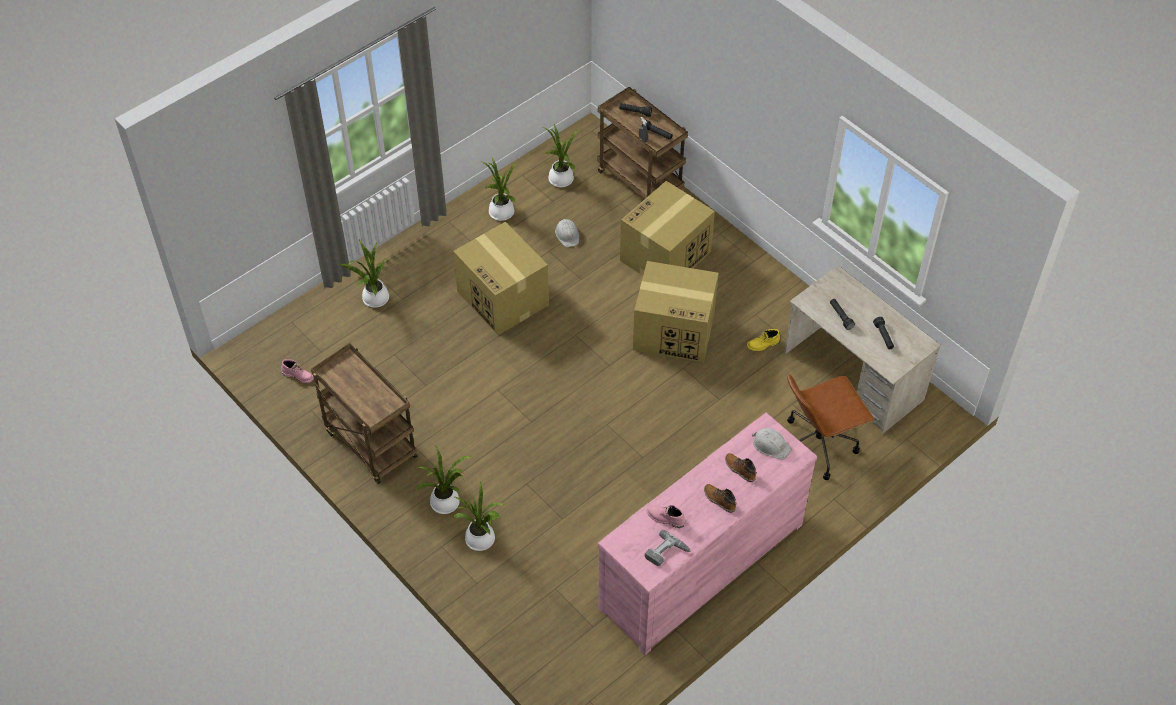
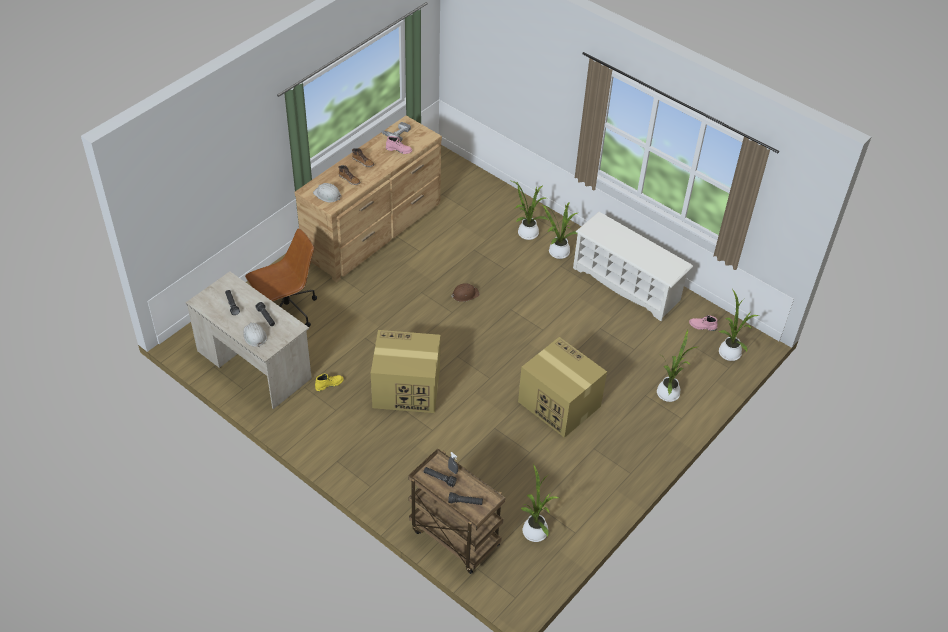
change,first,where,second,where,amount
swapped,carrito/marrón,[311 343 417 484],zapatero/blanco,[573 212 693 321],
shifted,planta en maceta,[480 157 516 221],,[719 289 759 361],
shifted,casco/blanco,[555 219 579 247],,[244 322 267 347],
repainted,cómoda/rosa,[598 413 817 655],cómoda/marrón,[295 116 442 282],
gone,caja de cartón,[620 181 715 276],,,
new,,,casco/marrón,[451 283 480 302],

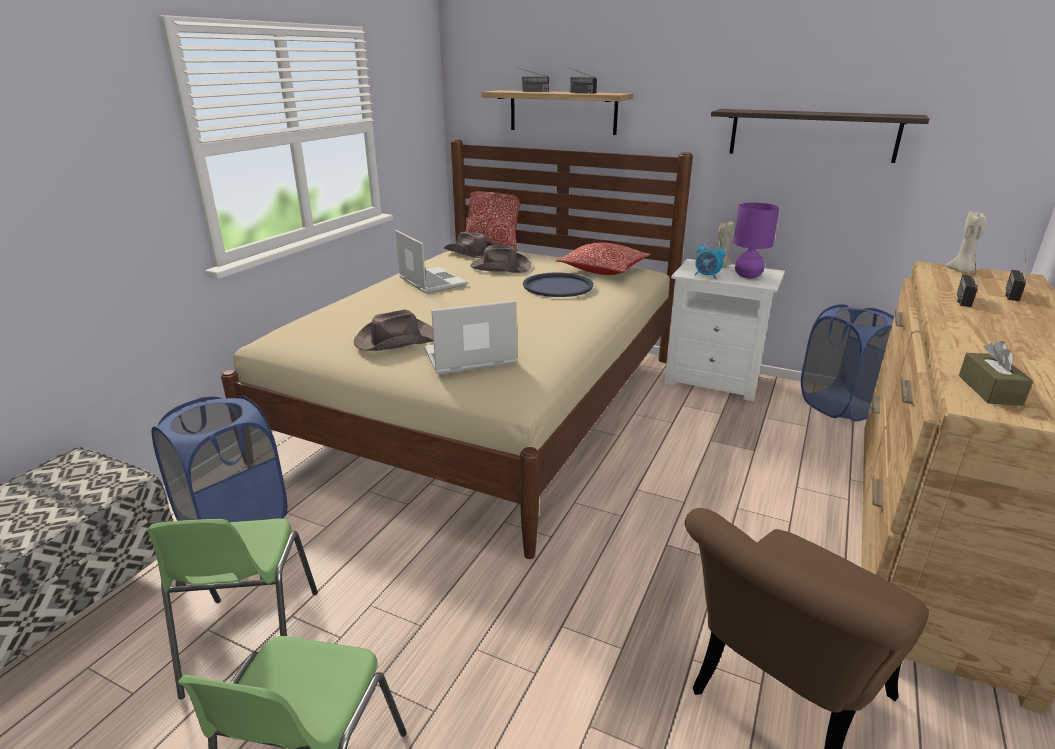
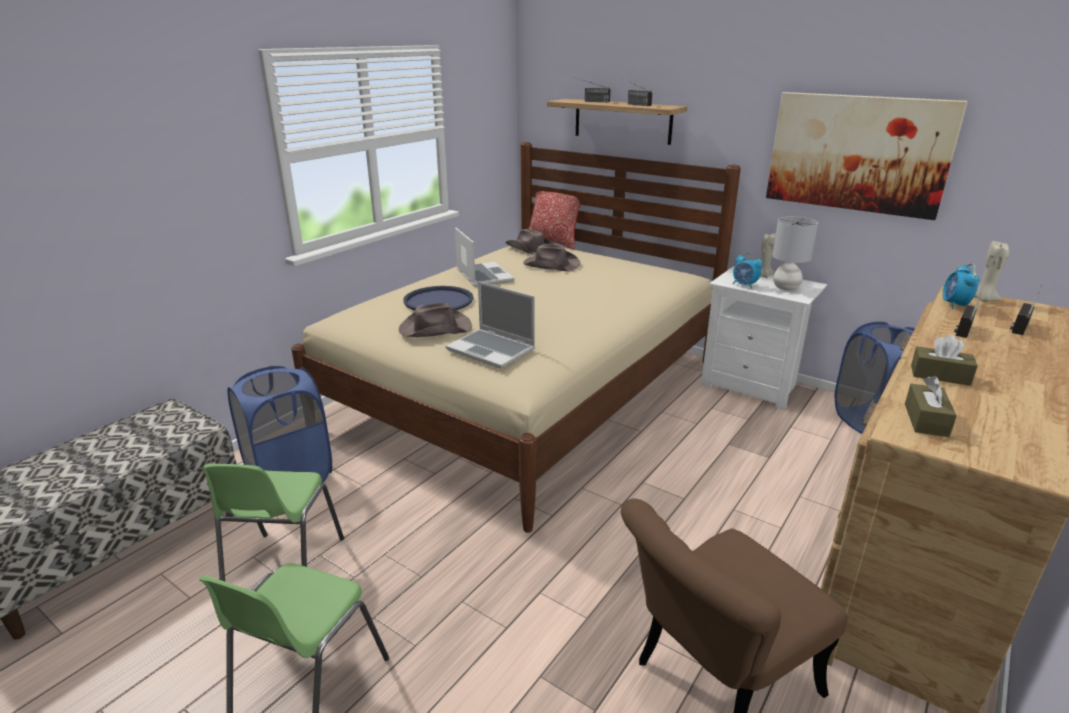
change,first,where,second,where,amount
rotated,portátil,[424 301 517 375],,[446 281 535 369],135 degrees counterclockwise
shifted,bandeja/azul,[523 273 593 297],,[403 286 473 311],
gone,cojín,[556 243 651 275],,,
swapped,estante,[711 109 929 163],cuadro,[766 92 968 220],
repainted,lámpara de mesa/morado,[734 203 780 278],lámpara de mesa/gris,[772 217 818 290],
new,,,caja de pañuelos/marrón,[911 335 978 386],
new,,,despertador,[942 263 979 309],

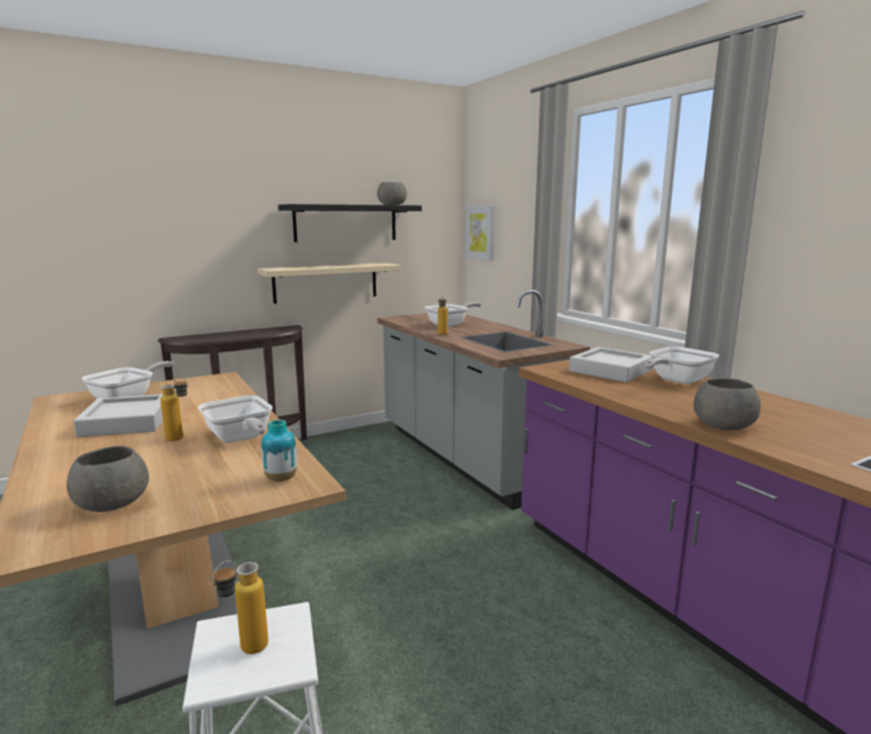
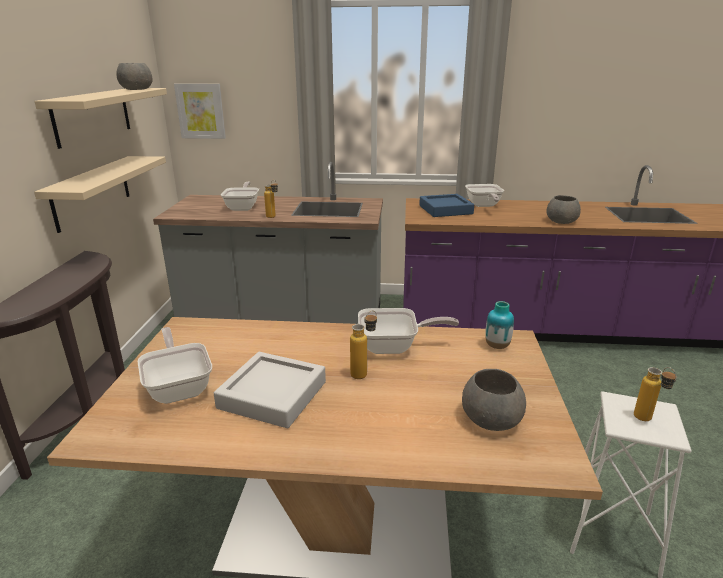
change,first,where,second,where,amount
repainted,estante/negro,[278 204 422 242],estante/beis,[35 88 167 149],
repainted,bandeja/gris,[569 347 653 382],bandeja/azul,[419 194 474 217],

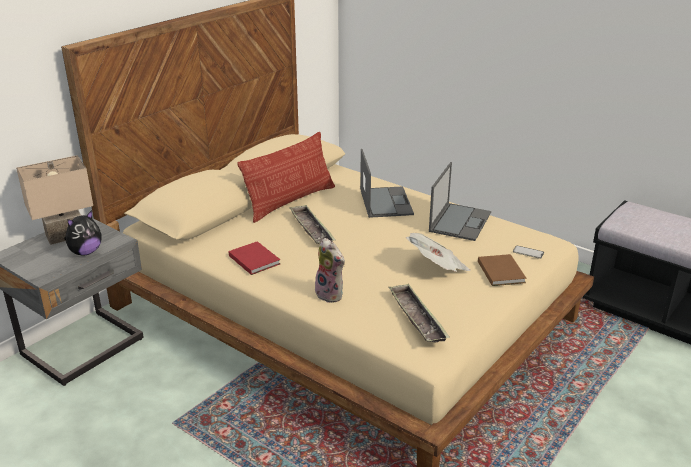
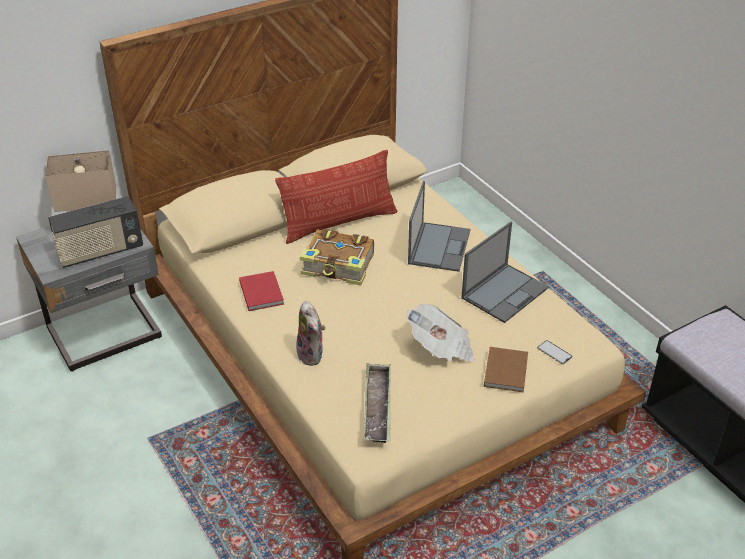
change,first,where,second,where,amount
swapped,peluche,[64 210 102 256],radio,[48 196 143 268],
swapped,bandeja,[290 205 336 244],libro,[300 229 374 285],

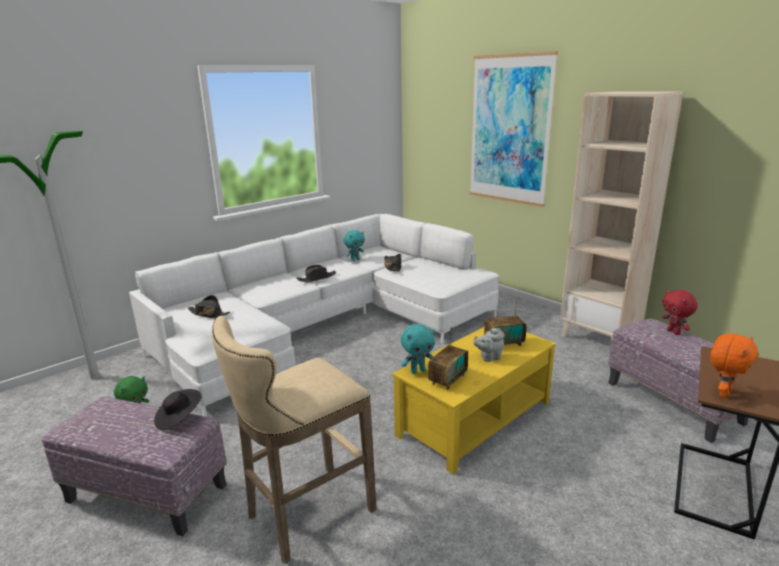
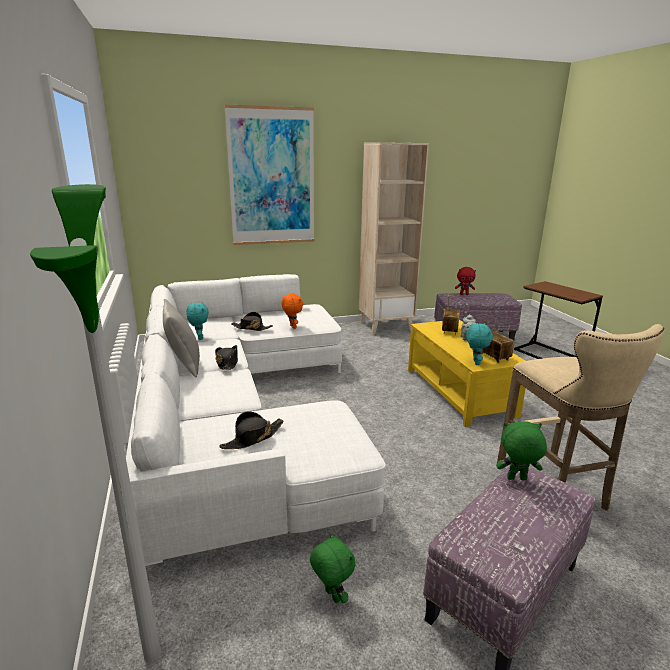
change,first,where,second,where,amount
swapped,sombrero/negro,[154 389 202 430],peluche/verde,[496 421 547 480],
shifted,peluche/naranja,[710 333 758 398],,[281 293 303 329],
new,,,cojín/gris,[163 299 200 377],

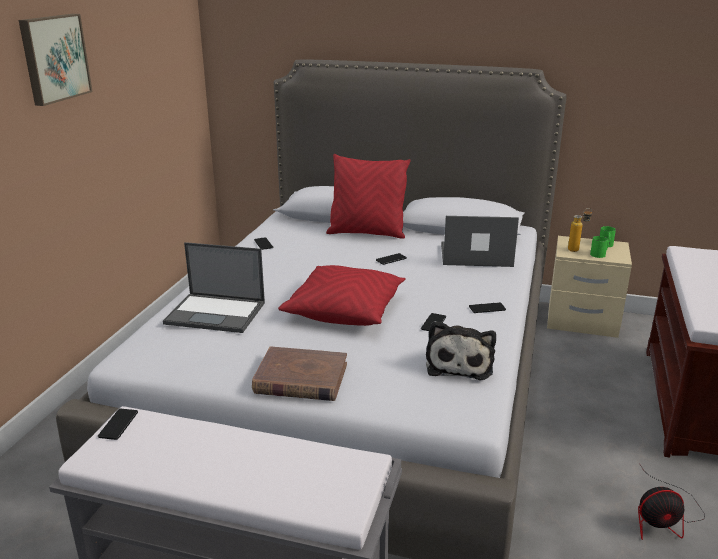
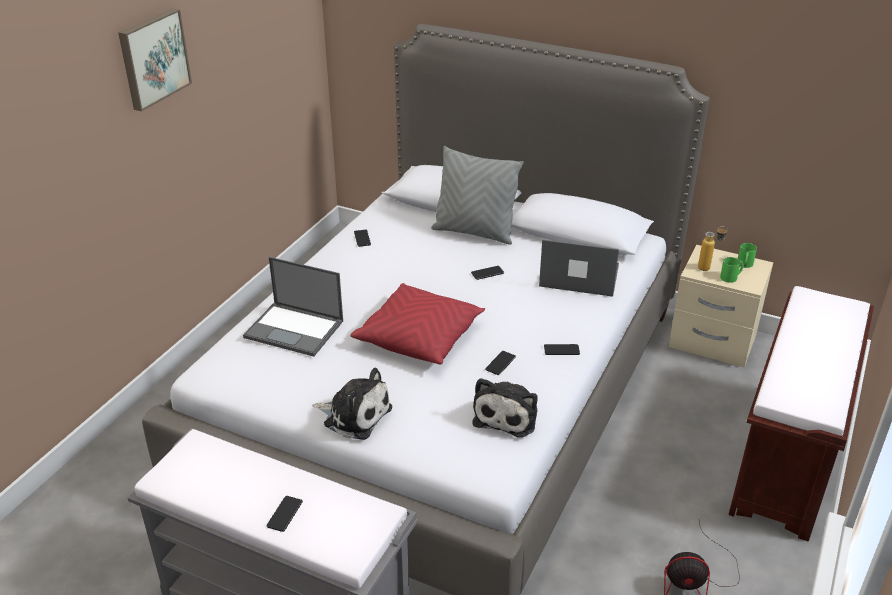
change,first,where,second,where,amount
shifted,móvil,[98 409 138 440],,[266 496 303 532],
swapped,libro/marrón,[252 347 347 401],peluche,[312 368 392 440],
repainted,cojín/rojo,[326 154 411 239],cojín/gris,[431 146 524 245],

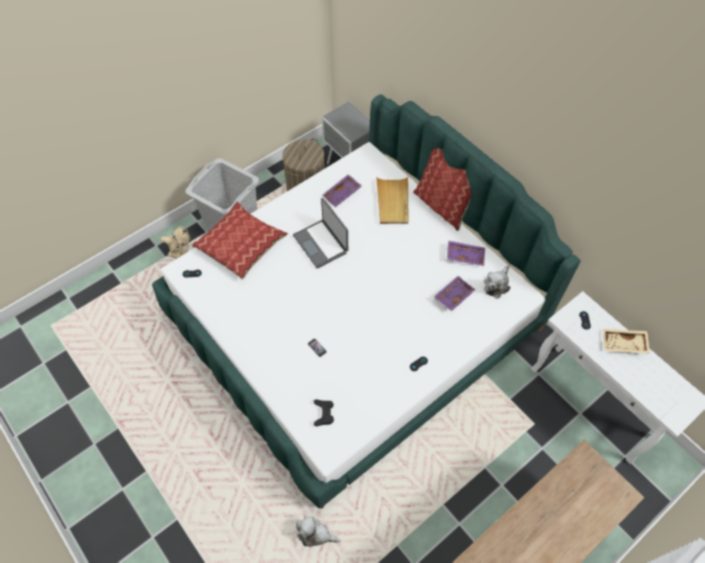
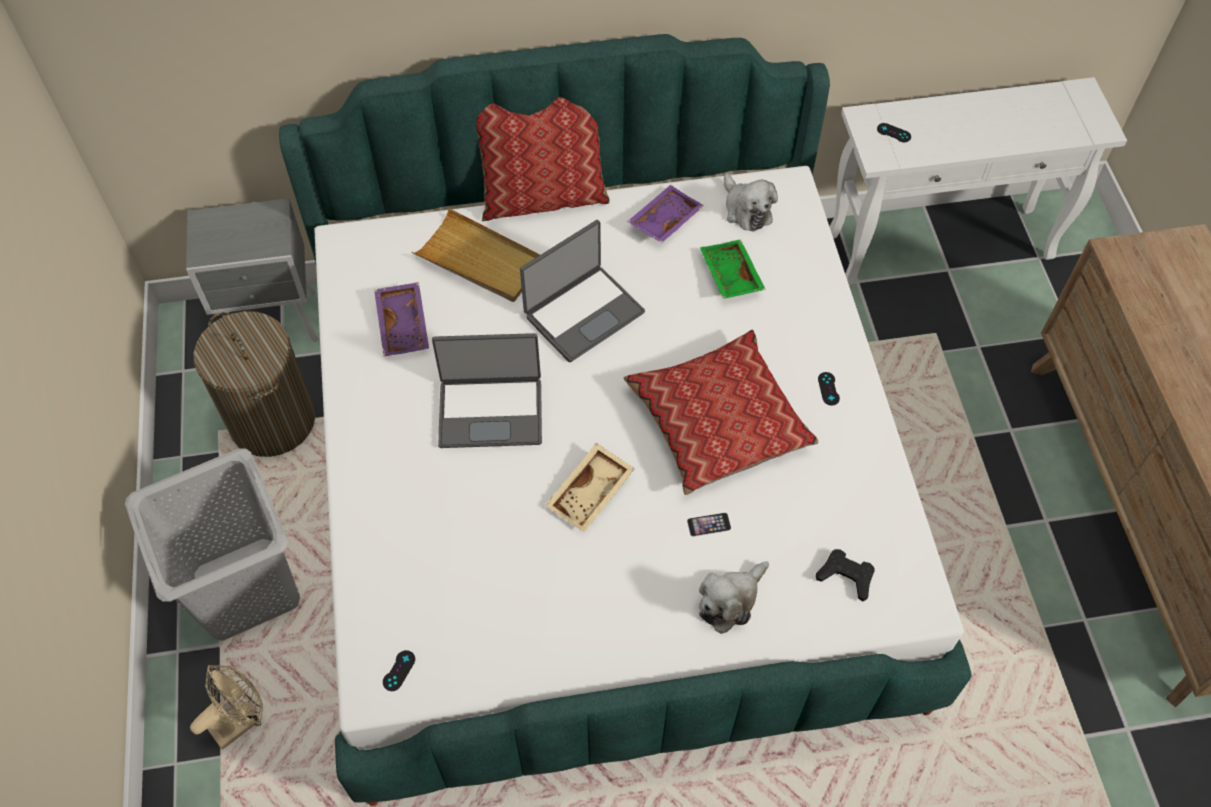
change,first,where,second,where,amount
shifted,cojín,[191 202 288 280],,[624 330 818 495],
shifted,peluche,[296 516 340 547],,[699 561 769 634],
repainted,bandeja/morado,[434 276 475 311],bandeja/verde,[700 240 766 299],
shifted,bandeja/beis,[603 329 650 353],,[545 443 635 532],
new,,,portátil,[520 220 645 362],

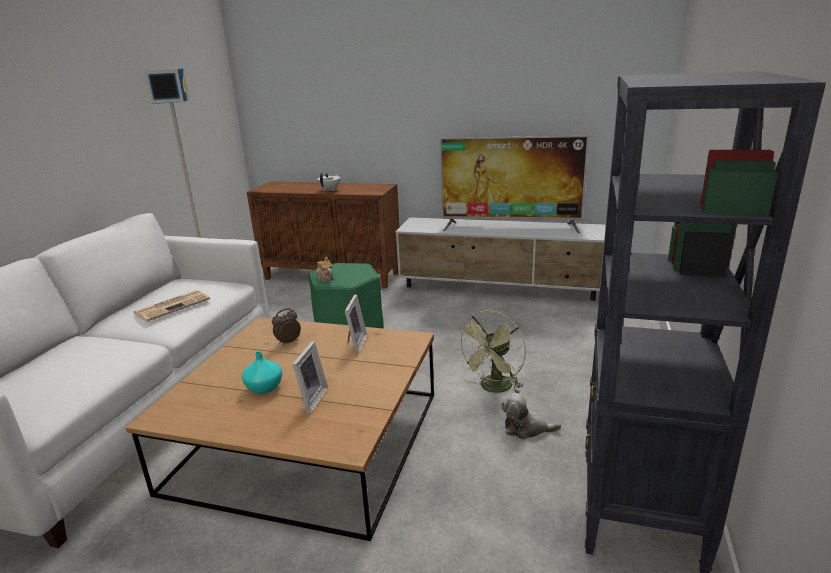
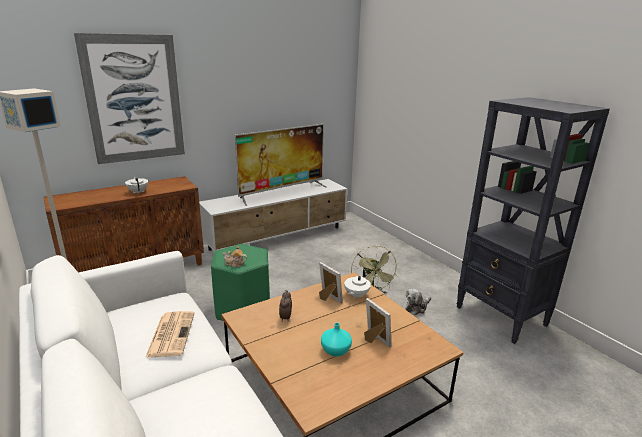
change,first,where,second,where,amount
new,,,cuadro,[74 33 185 164],
new,,,tetera/blanco,[344 269 371 299],

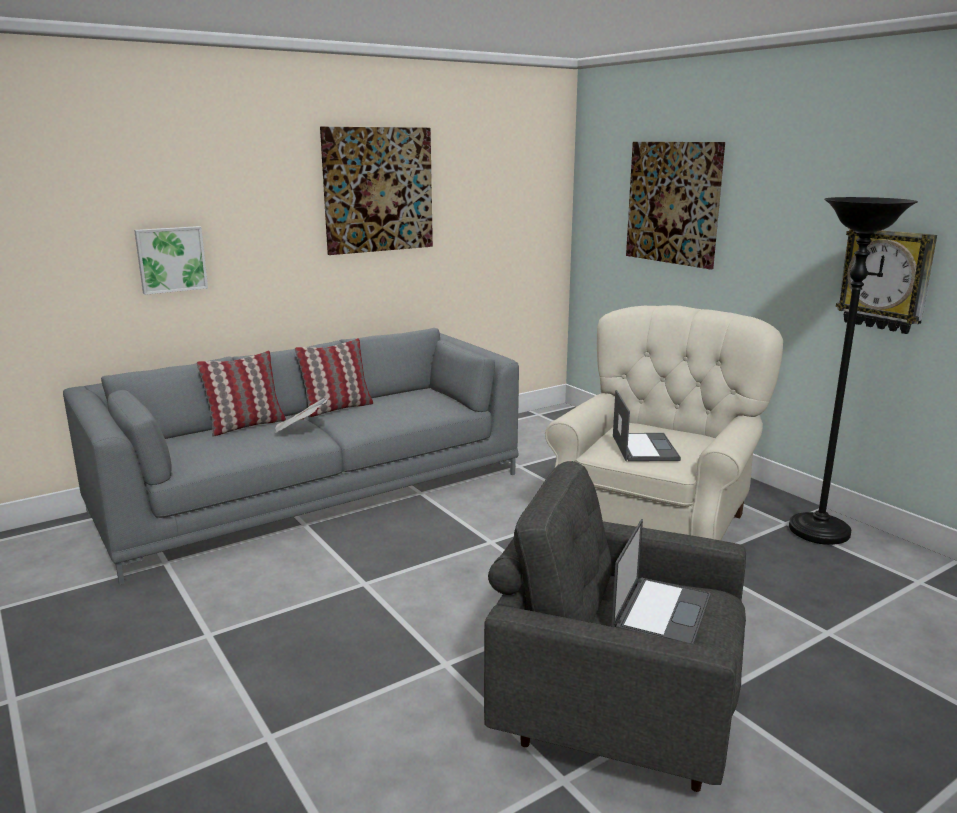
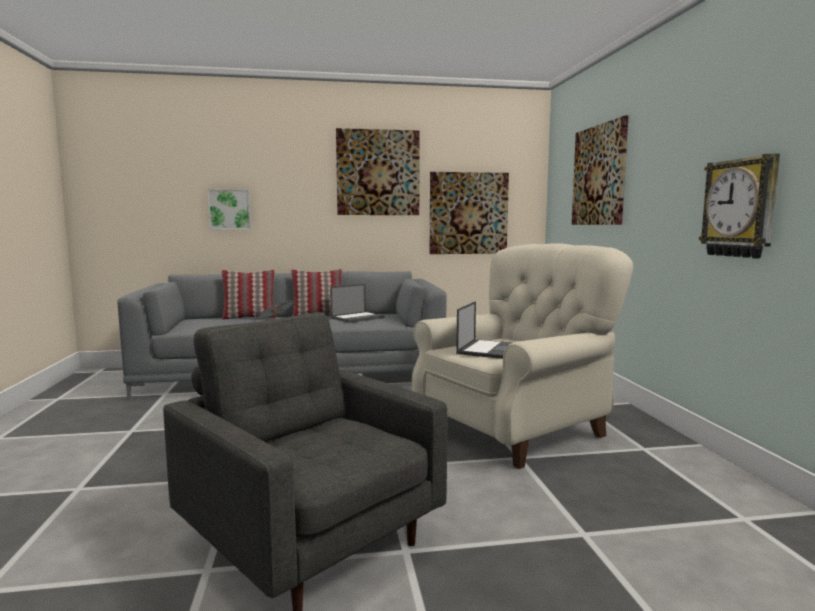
change,first,where,second,where,amount
shifted,portátil,[611 519 711 644],,[330 284 385 323],
gone,lámpara de pie/negro,[789 197 918 545],,,
new,,,cuadro,[430 172 509 254],

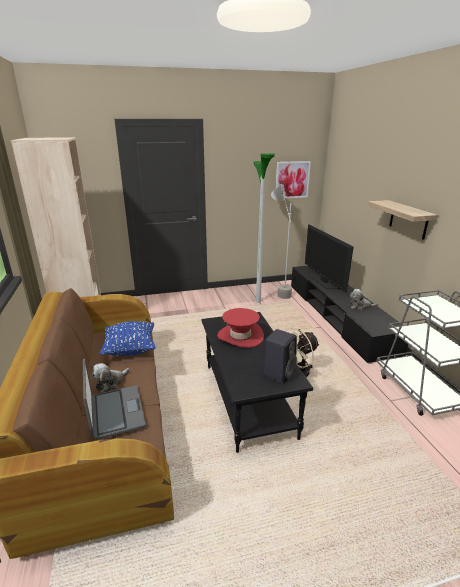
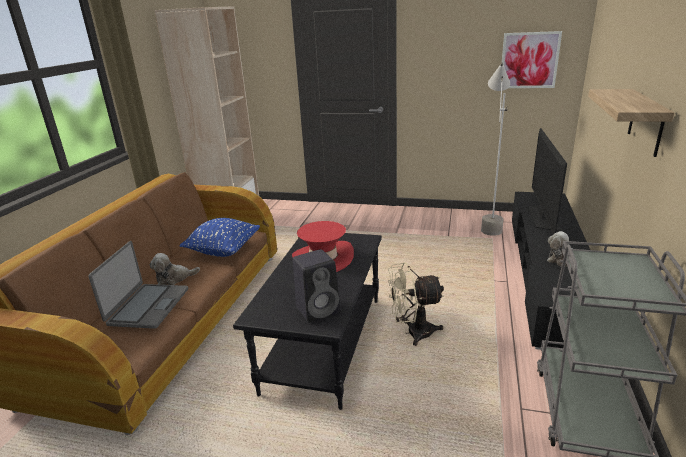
change,first,where,second,where,amount
gone,lámpara de pie,[253 153 275 303],,,

